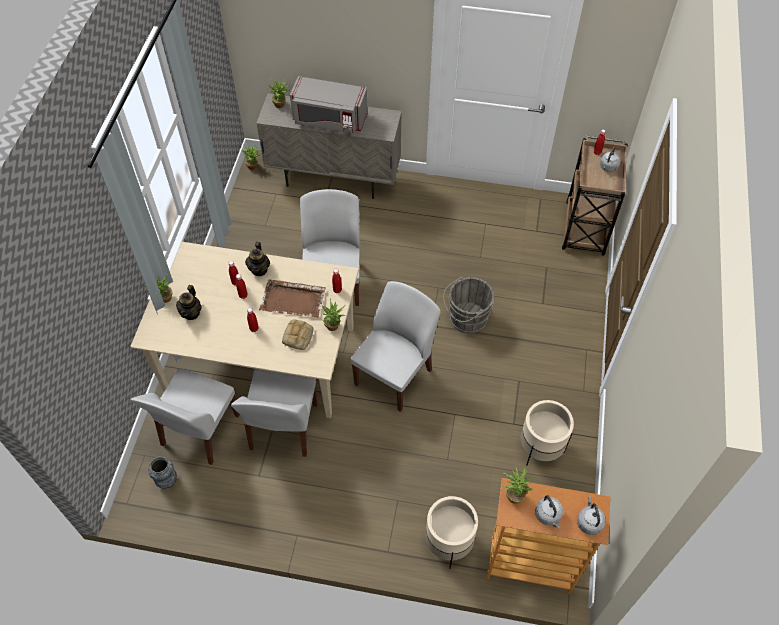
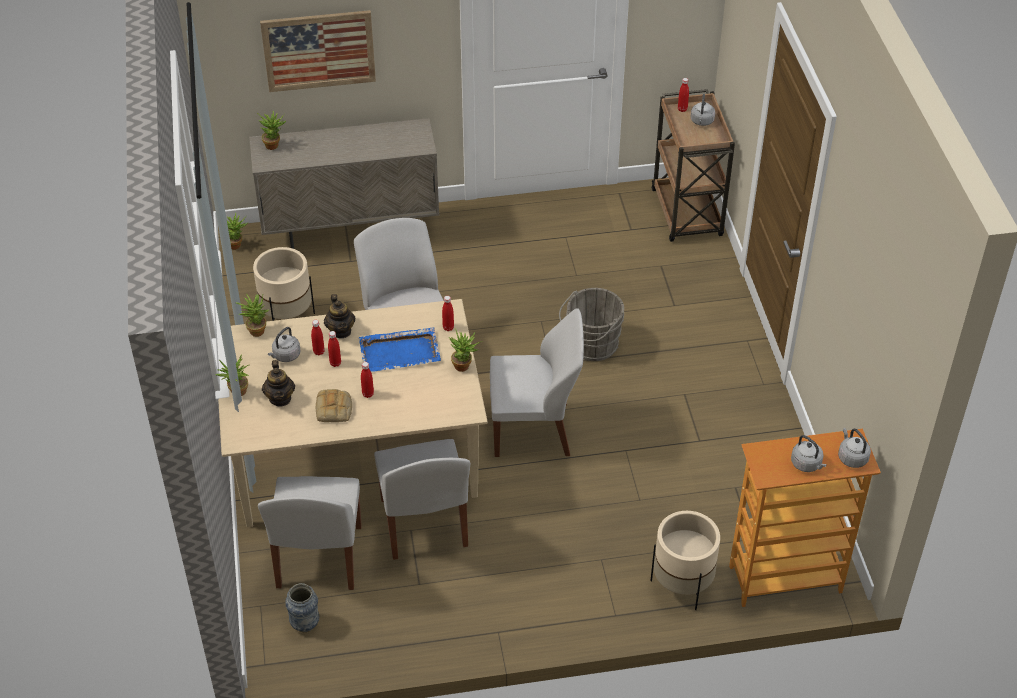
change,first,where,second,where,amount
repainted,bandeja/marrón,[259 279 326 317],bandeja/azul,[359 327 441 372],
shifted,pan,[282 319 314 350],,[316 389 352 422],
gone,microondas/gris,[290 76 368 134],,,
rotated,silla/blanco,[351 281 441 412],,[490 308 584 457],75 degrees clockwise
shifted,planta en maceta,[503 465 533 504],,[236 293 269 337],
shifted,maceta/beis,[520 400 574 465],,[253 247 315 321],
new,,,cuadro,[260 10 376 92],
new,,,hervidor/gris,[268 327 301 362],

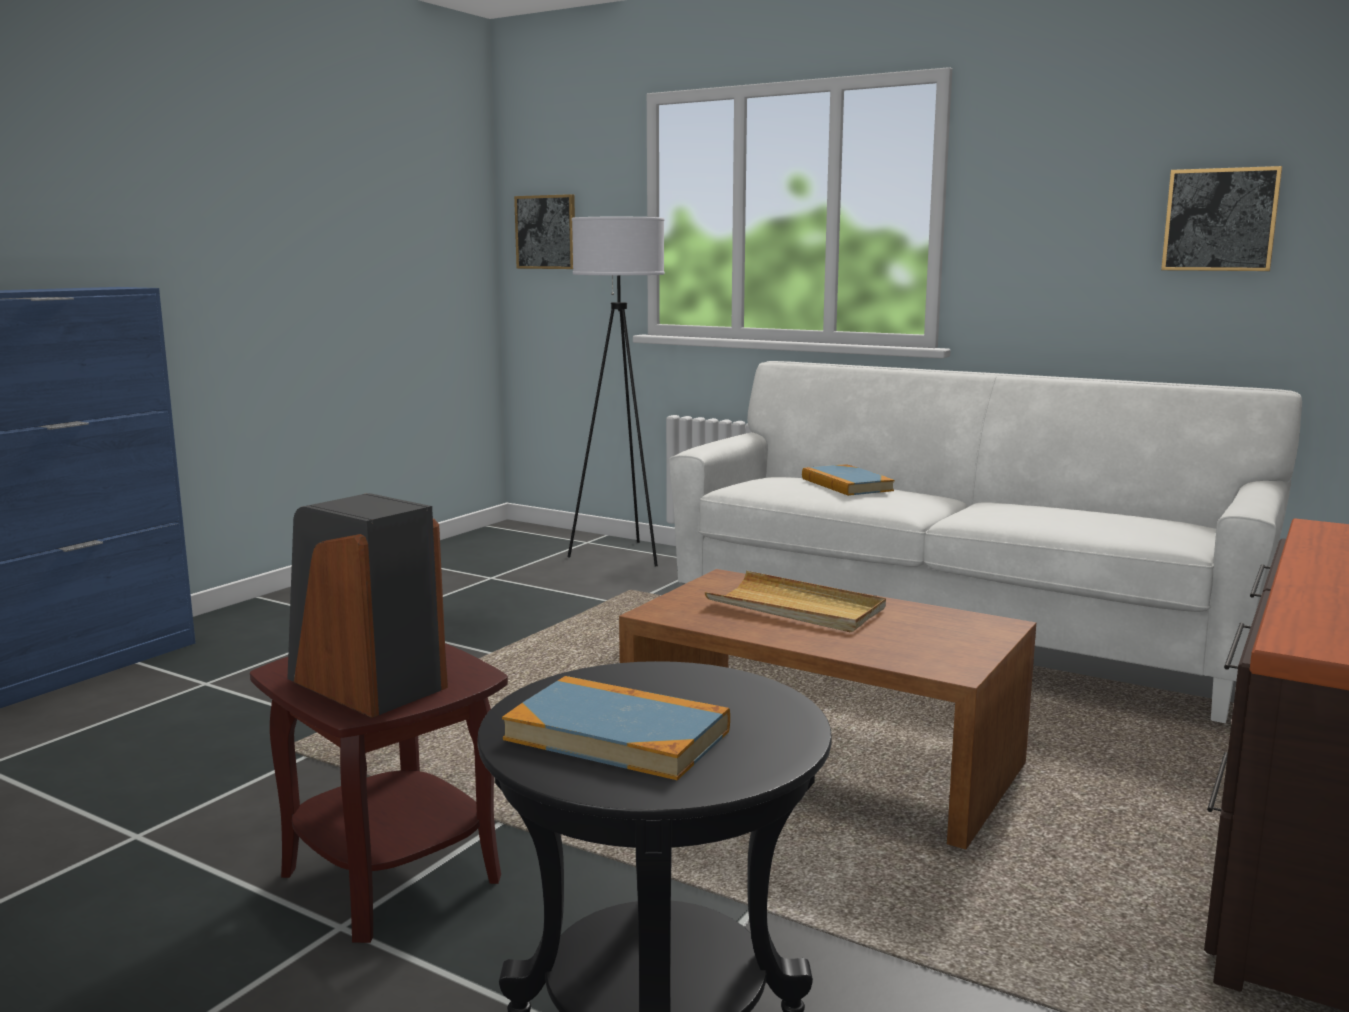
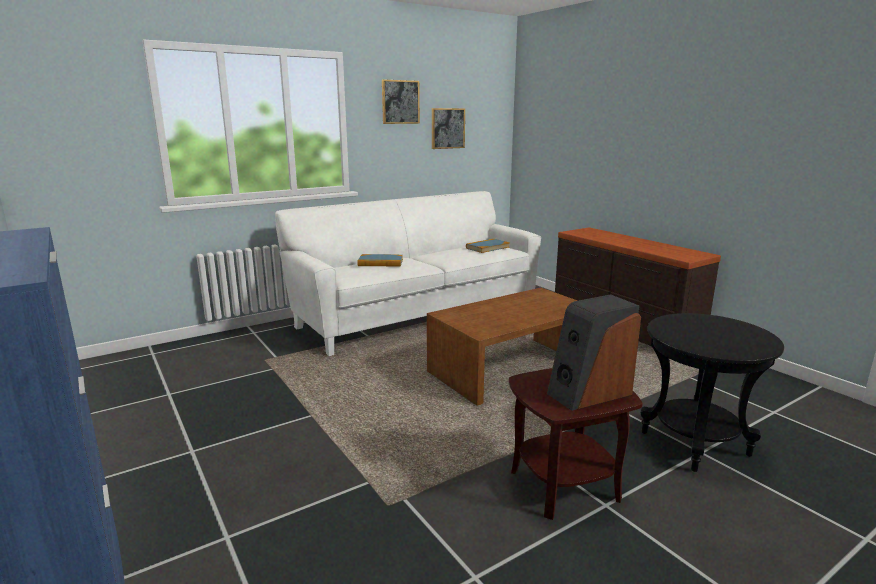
change,first,where,second,where,amount
shifted,libro,[502 676 730 780],,[466 239 510 253],
shifted,cuadro,[514 194 575 269],,[382 79 420 124],
gone,lámpara de pie/blanco,[568 217 665 566],,,
gone,bandeja/beis,[705 571 886 632],,,

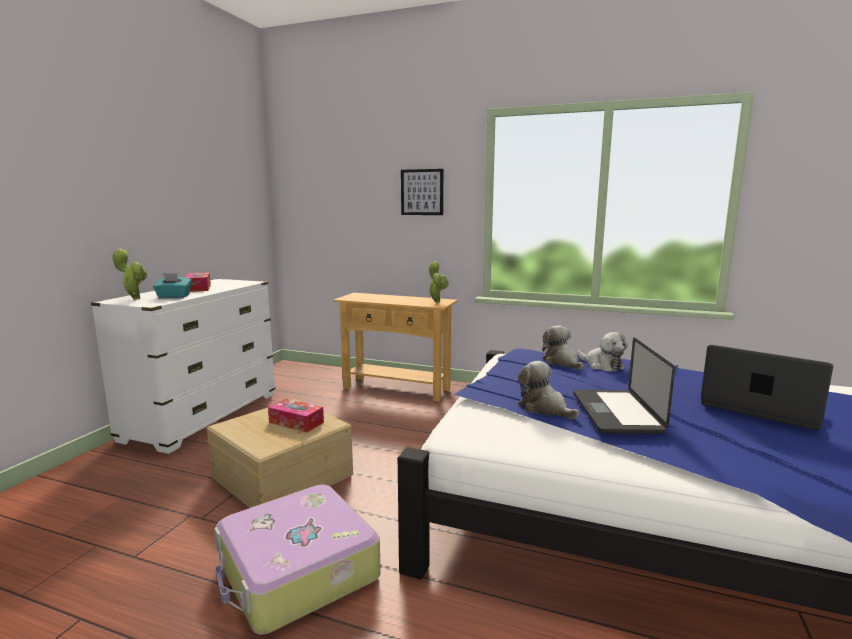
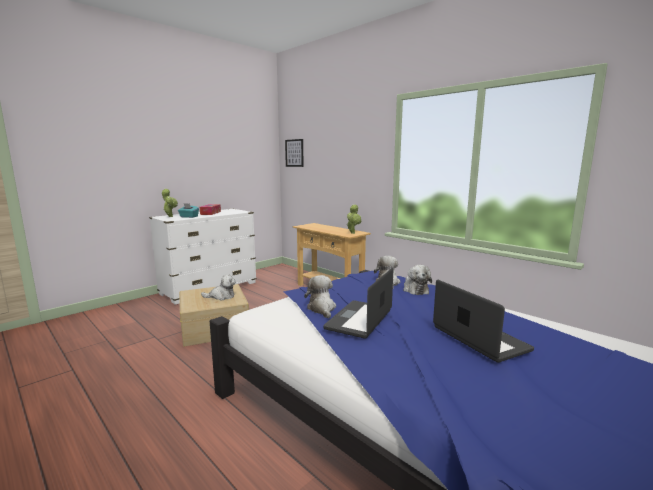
change,first,where,second,where,amount
gone,maleta,[214 485 381 635],,,
swapped,caja de pañuelos,[268 399 324 432],peluche,[201 274 236 300],
shifted,cuadro,[401 169 443 215],,[285 139 304 167],

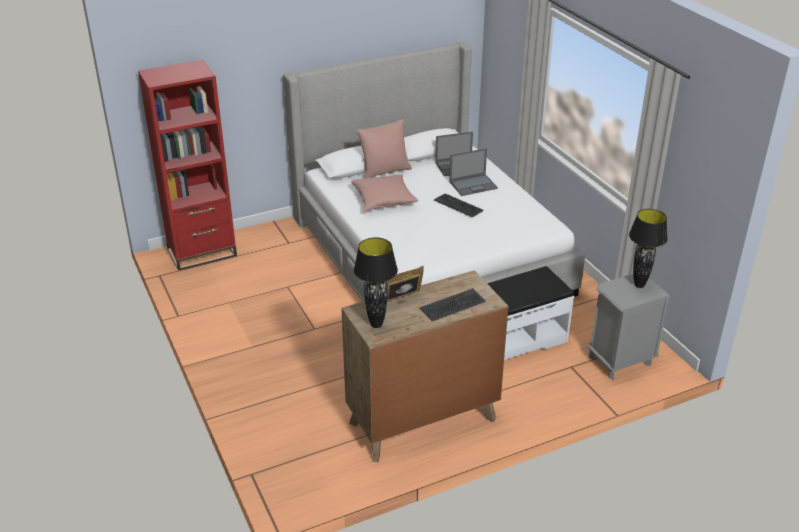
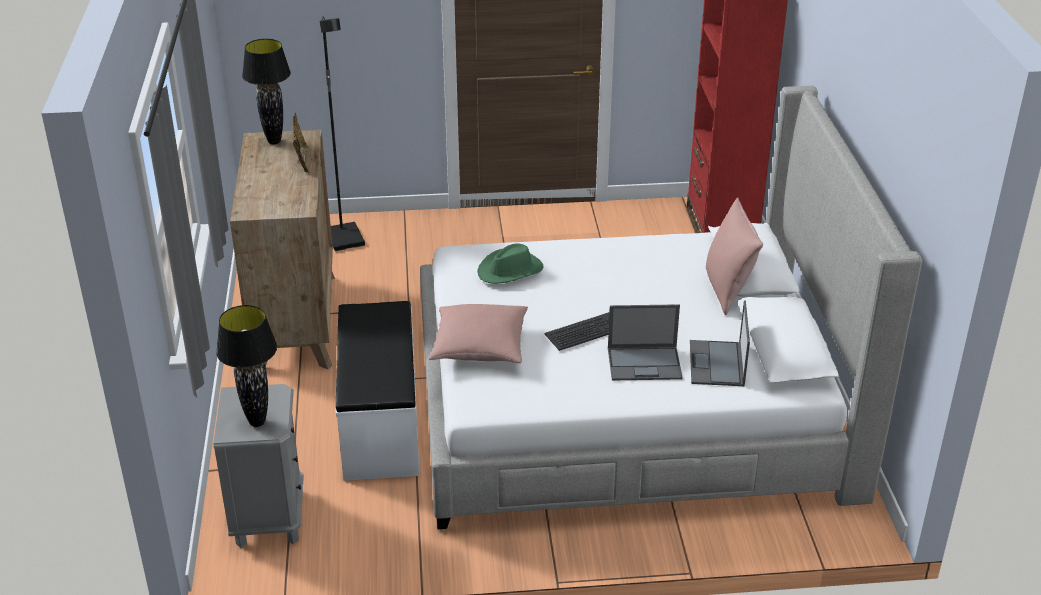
change,first,where,second,where,amount
shifted,cojín/rosa,[351 175 418 211],,[429 304 528 363],
gone,teclado,[420 288 486 321],,,
rotated,portátil,[449 148 498 196],,[608 304 683 380],90 degrees counterclockwise
new,,,lámpara de pie/negro,[320 16 365 251],
new,,,sombrero/verde,[477 243 544 284],

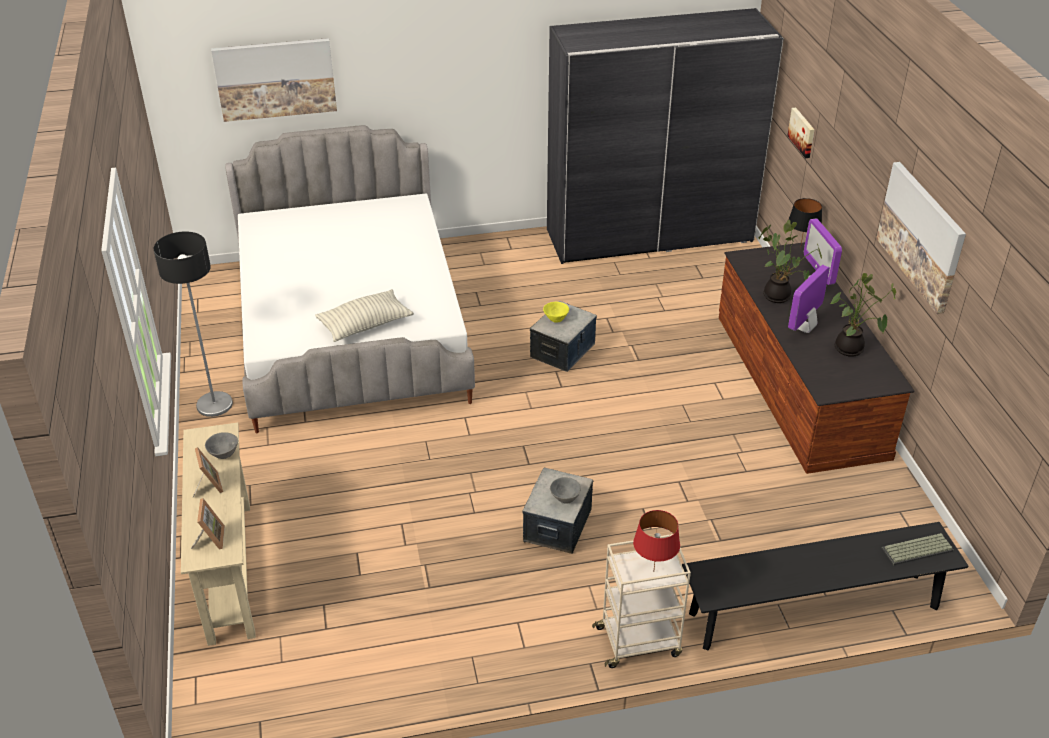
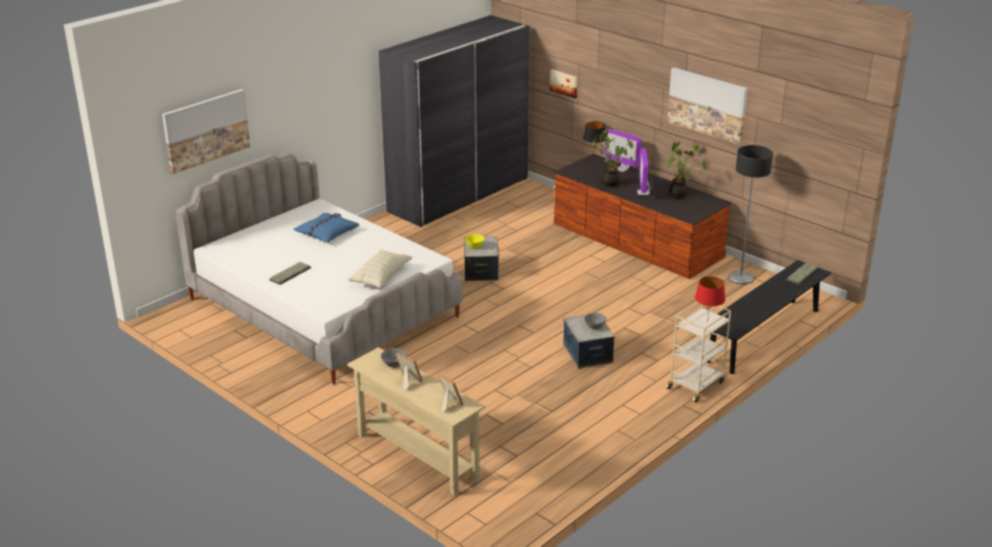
change,first,where,second,where,amount
shifted,lámpara de pie,[154 231 233 417],,[728 145 773 285],
new,,,teclado,[269 262 311 285],
new,,,cojín/azul,[293 213 359 243],

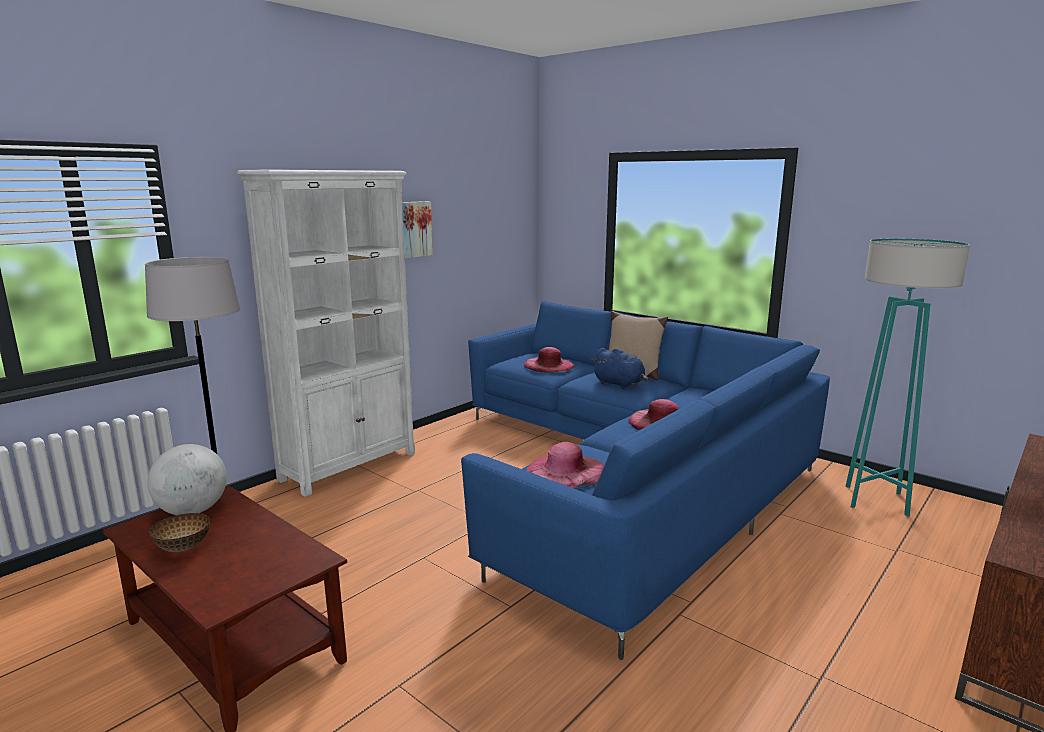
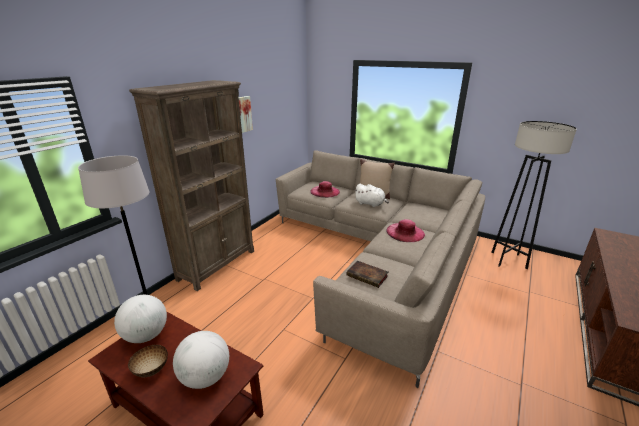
change,first,where,second,where,amount
repainted,estantería/blanco,[237 170 415 497],estantería/marrón,[129 80 254 291],
repainted,sofá/azul,[461 301 830 660],sofá/beis,[276 150 485 388],
swapped,sombrero/rosa,[527 442 604 489],libro,[346 261 388 288],
repainted,peluche/azul,[592 348 648 389],peluche/blanco,[354 184 389 207],
repainted,lámpara de pie/turquesa,[846 239 970 516],lámpara de pie/gris,[491 121 577 269],
new,,,globo terráqueo,[173 331 229 389],

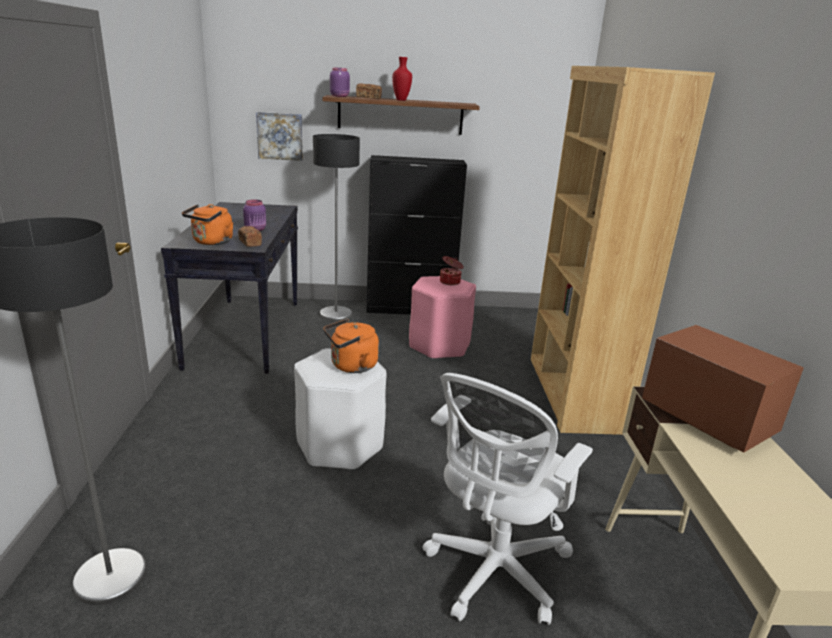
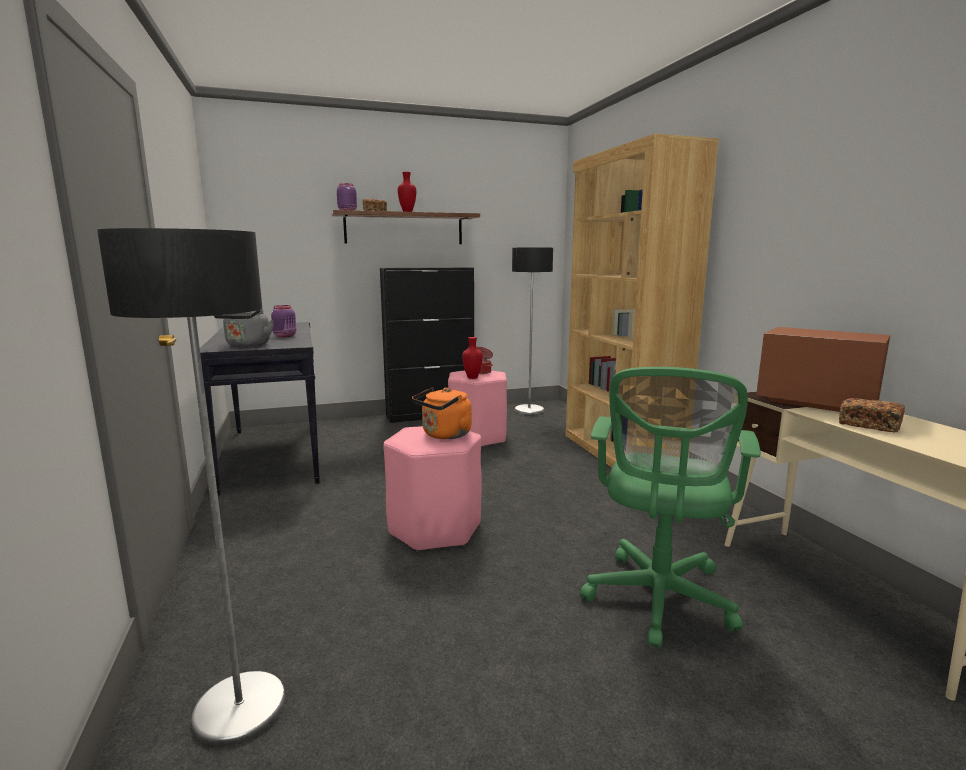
change,first,where,second,where,amount
repainted,hervidor/naranja,[182 204 234 245],hervidor/gris,[214 309 274 347],
shifted,pan,[238 226 262 247],,[839 398 905 432],
gone,cuadro,[256 112 303 161],,,
repainted,taburete/blanco,[294 348 387 470],taburete/rosa,[383 426 482 552],
shifted,lámpara de pie,[313 134 360 321],,[512 248 553 415],
repainted,silla de oficina/blanco,[422 373 593 625],silla de oficina/verde,[580 367 761 649],
new,,,florero/rojo,[462 337 483 379],

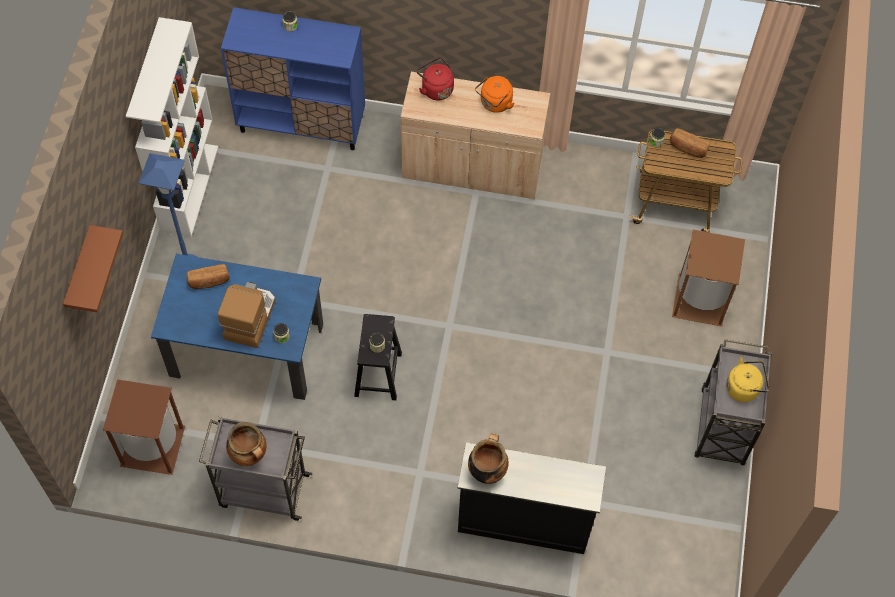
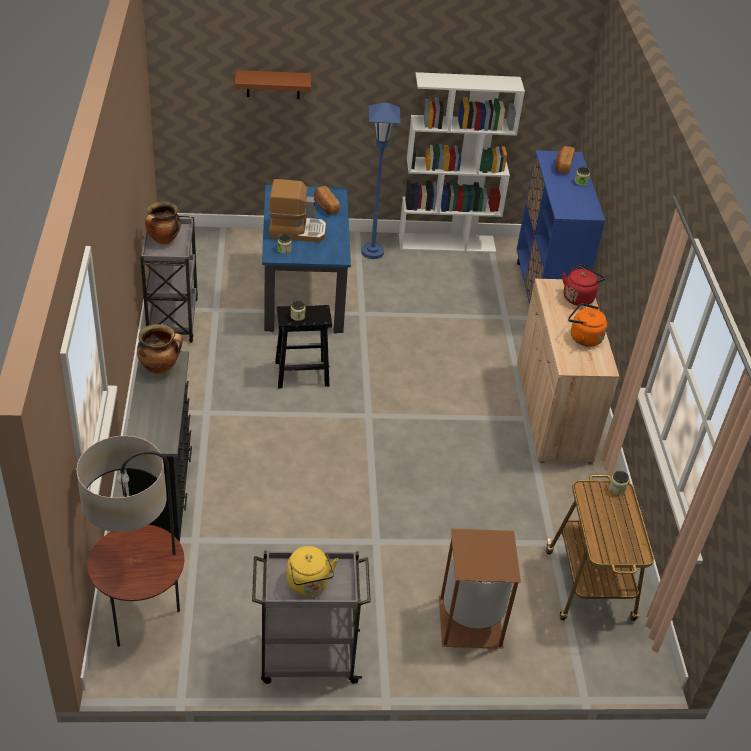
change,first,where,second,where,amount
gone,papelera/marrón,[103 379 185 475],,,
shifted,pan,[670 128 710 158],,[555 146 575 174],
new,,,lámpara de pie,[77 436 184 647],

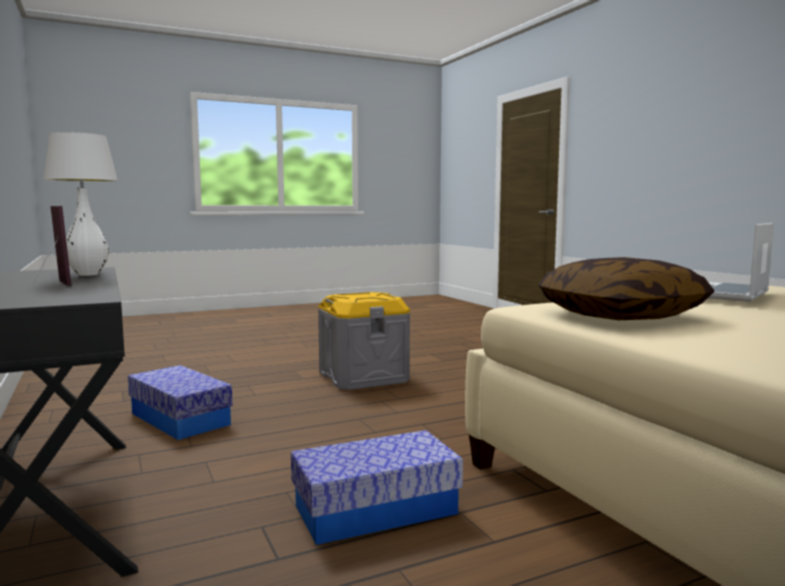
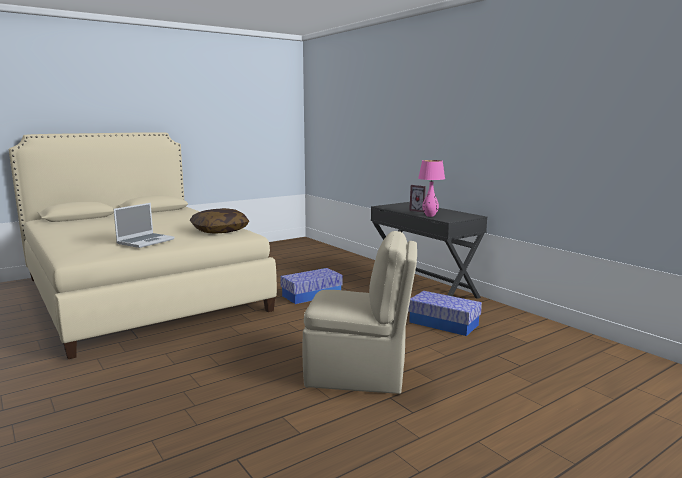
change,first,where,second,where,amount
repainted,lámpara de mesa/blanco,[43 132 118 276],lámpara de mesa/rosa,[418 160 445 217],
swapped,caja de almacenaje/gris,[318 292 410 390],silla/beis,[303 231 417 394],

